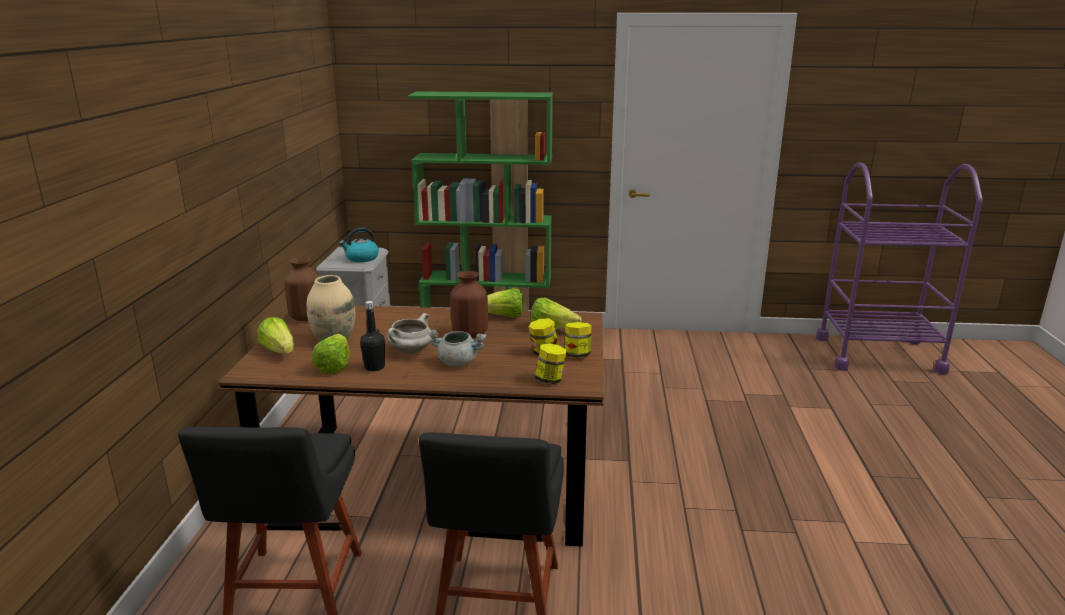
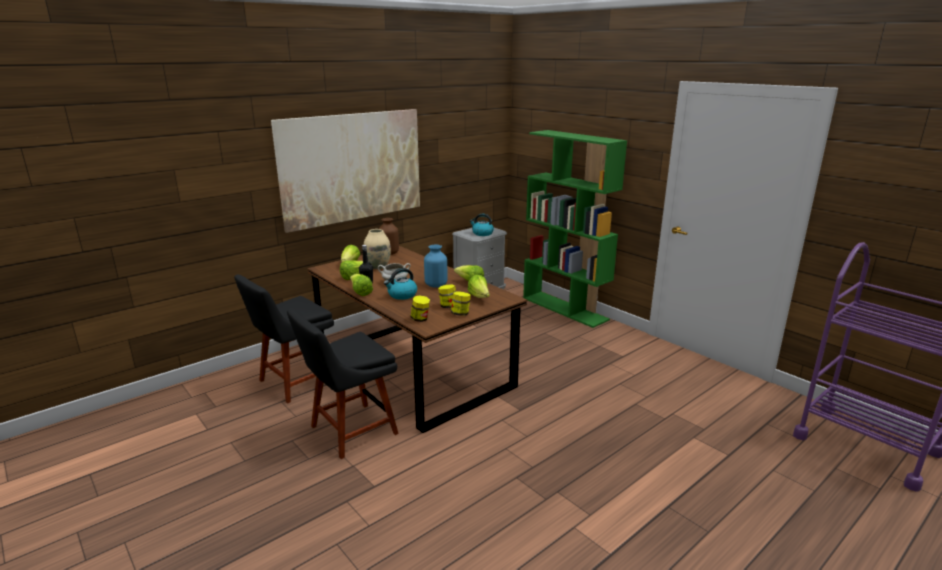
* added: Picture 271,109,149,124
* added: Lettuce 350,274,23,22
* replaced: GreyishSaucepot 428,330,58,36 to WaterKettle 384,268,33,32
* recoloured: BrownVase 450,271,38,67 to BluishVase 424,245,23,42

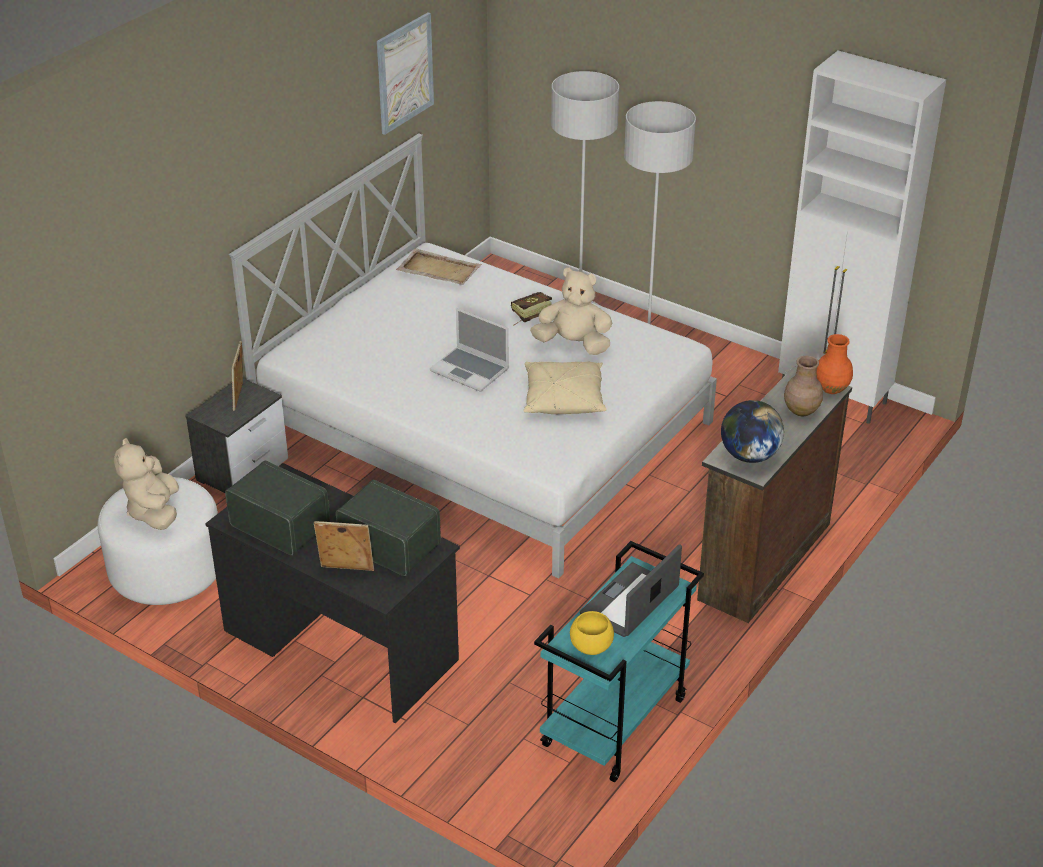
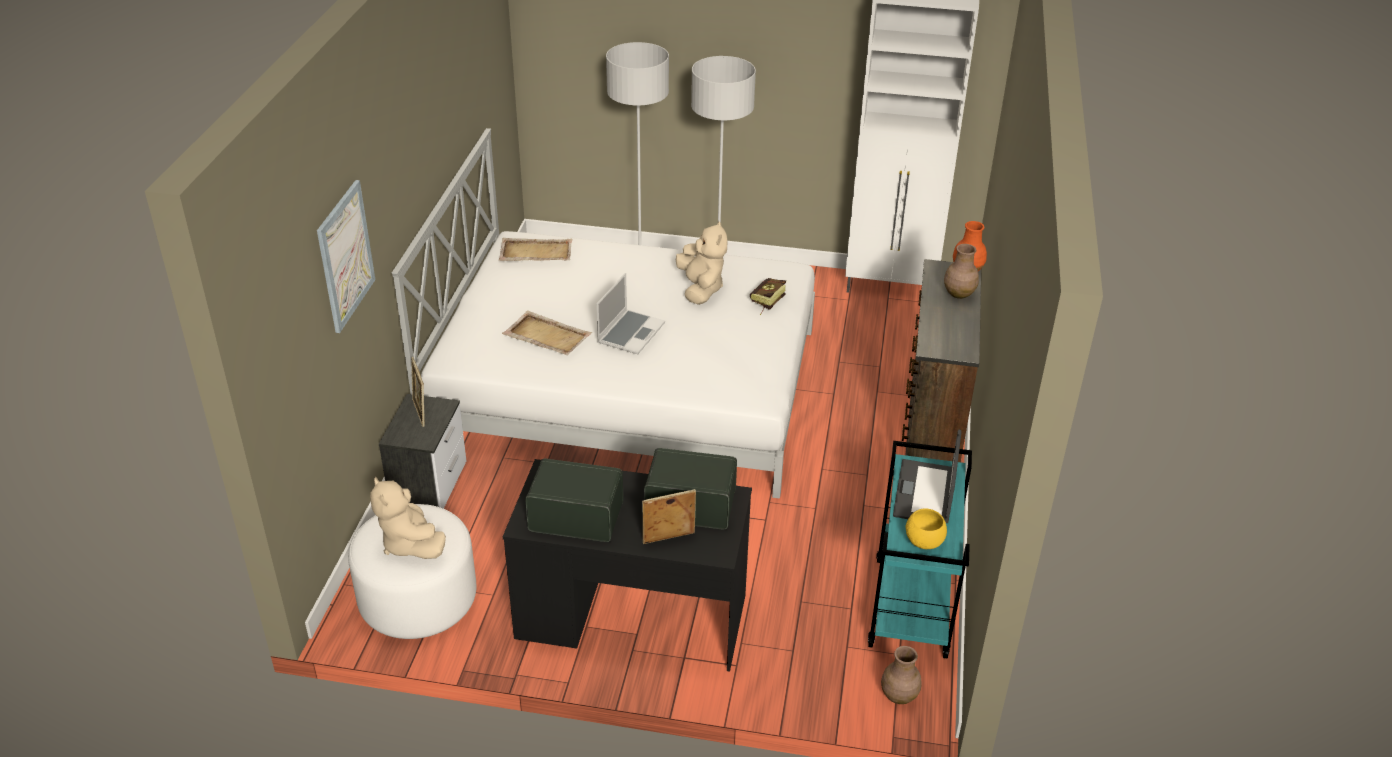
* removed: BeigeThrowPillow 523,362,84,52
* removed: Globe 721,400,63,63
* added: BeigeCarryingTray 502,311,90,44
* added: BrownVase 881,646,41,58
* moved: Picture 377,12,57,123 to 317,180,58,153
* moved: Book 511,292,41,34 to 750,278,36,37
* turned: Laptop 430,308,79,84 = 596,273,69,81 75 degrees counterclockwise
* turned: BeigePlushToy 530,268,83,87 = 676,221,51,84 90 degrees clockwise

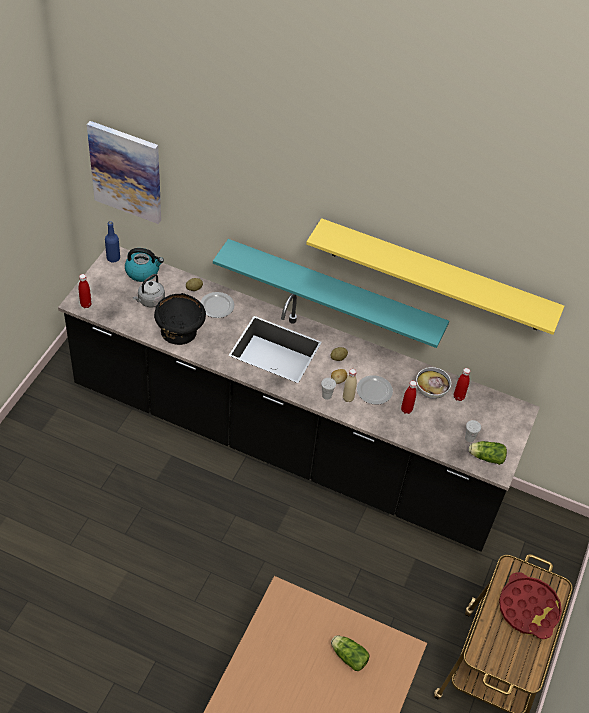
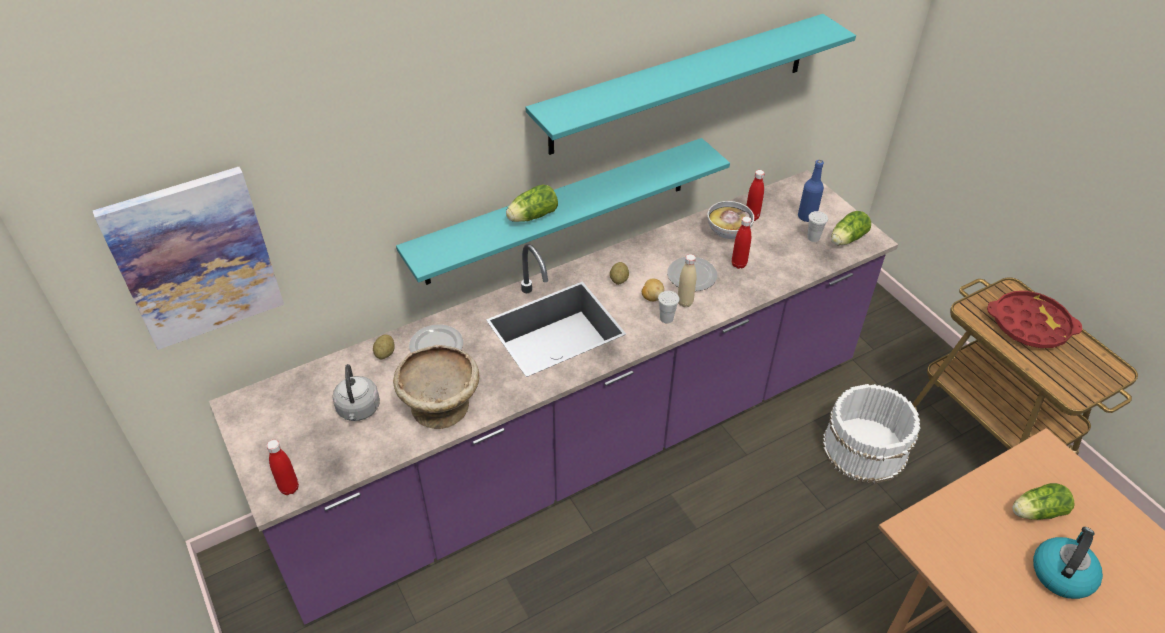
* added: Lettuce 506,185,52,37
* added: WhiteColouredBucket 822,384,98,100
* moved: BluishBeverageBottle 105,221,15,41 to 798,160,26,62
* moved: WaterKettle 125,248,39,34 to 1033,527,70,72
* recoloured: BlackColouredCounter 58,246,482,306 to PurplishCounter 209,170,689,455
* recoloured: BlackColouredBowl 154,293,52,52 to BeigeBowl 393,345,87,84
* recoloured: YellowWallShelf 306,218,258,117 to TurquoiseWallShelf 526,14,330,141

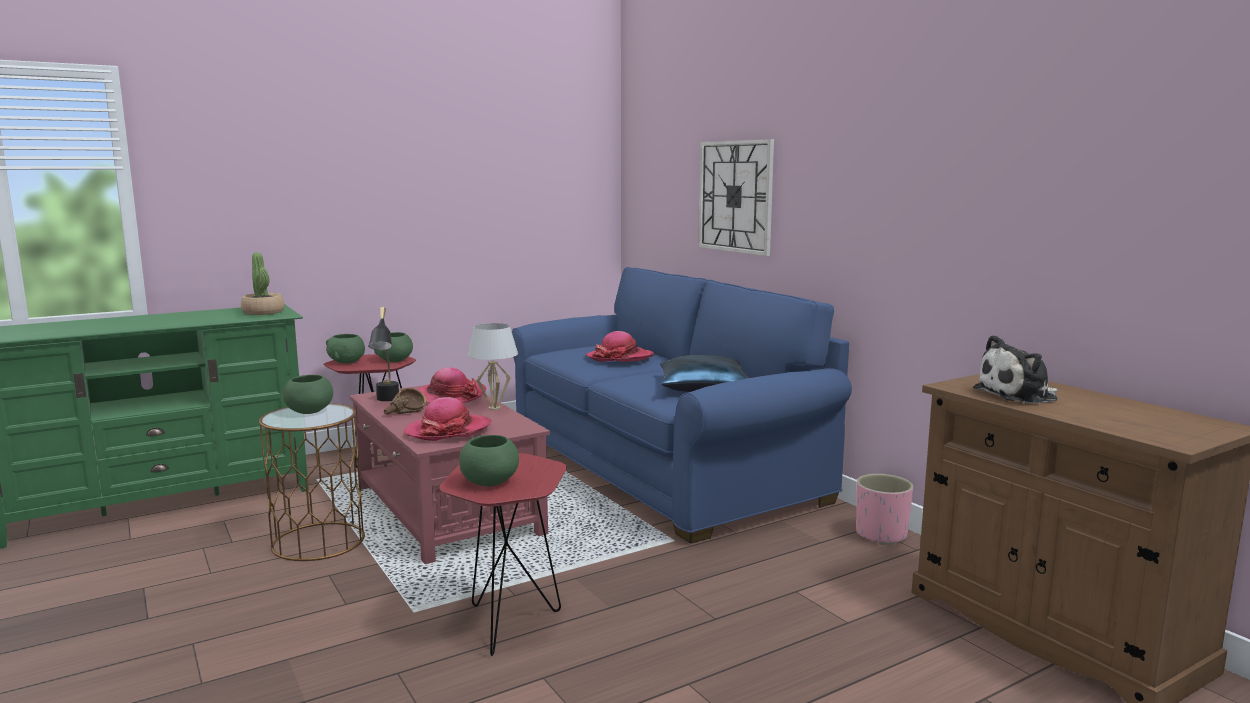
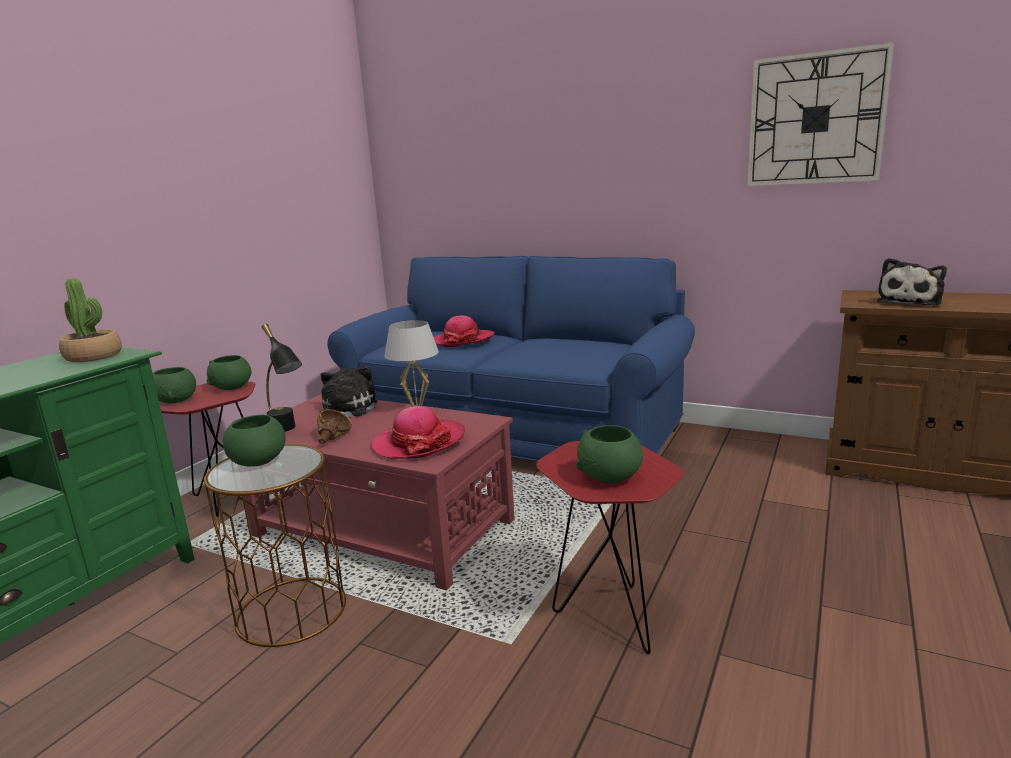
* removed: BluishThrowPillow 660,355,88,37
* removed: PinkColouredPlanter 856,474,57,71
* moved: WallClock 698,139,76,117 to 747,42,147,144
* replaced: Hat 416,367,70,37 to PlushToy 319,366,58,51

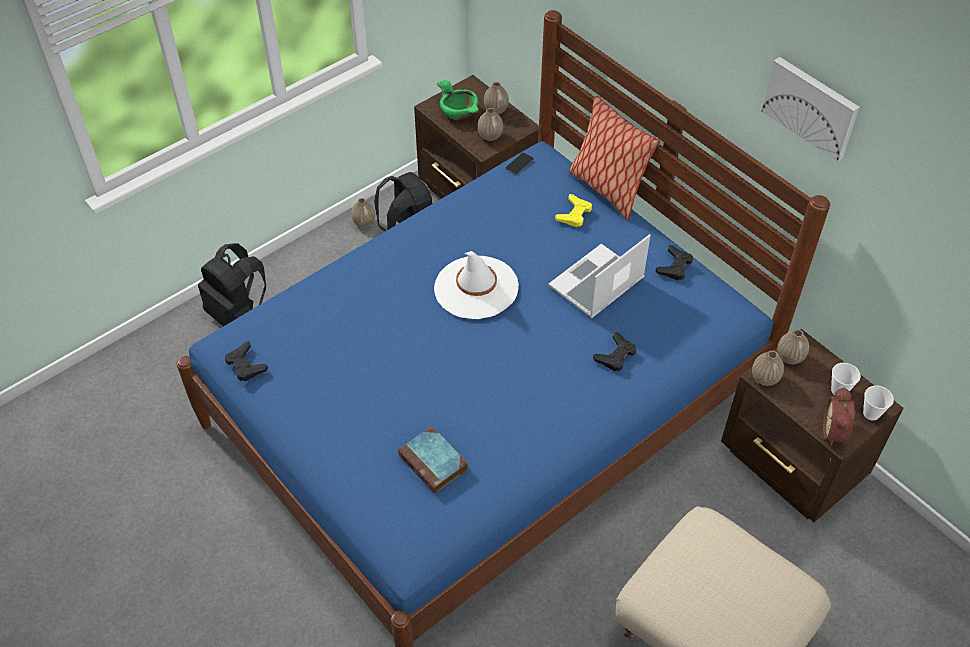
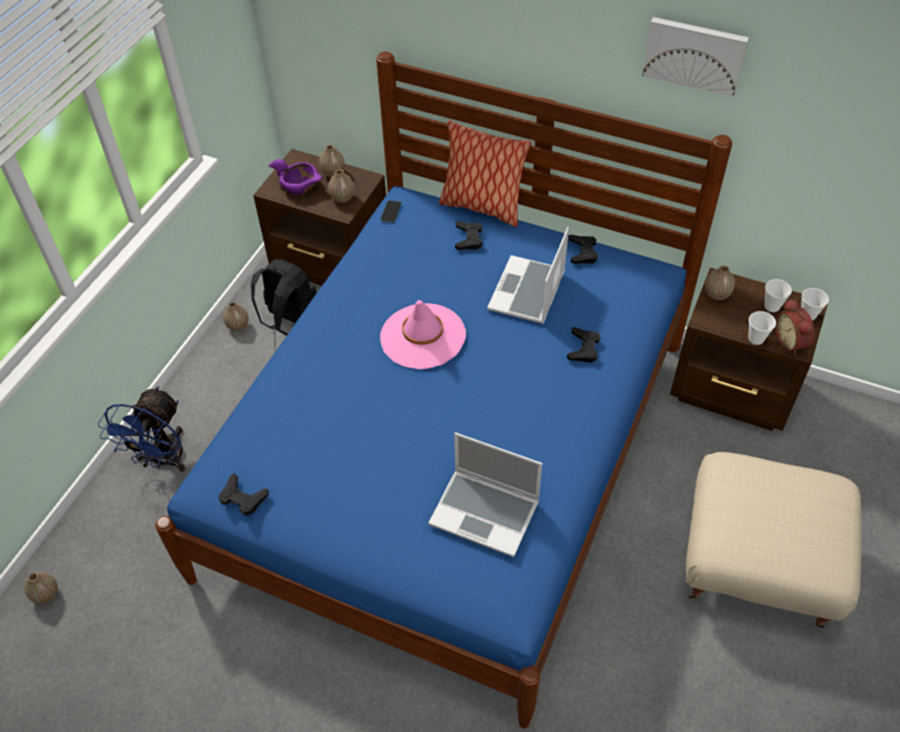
* added: SmallCup 749,311,27,34
* moved: Vase 752,350,32,36 to 24,572,34,32
* replaced: BlackColouredBackpack 198,243,68,83 to BluishCoolingFan 98,386,88,86
* replaced: Book 398,426,70,68 to Laptop 428,432,114,125
* recoloured: WhiteColouredHat 434,251,85,68 to PinkColouredHat 380,300,86,69
* recoloured: GreenBowl 437,80,42,41 to PurplishBowl 268,159,55,36
* recoloured: YellowGameController 555,194,37,33 to BlackColouredGameController 455,221,27,29

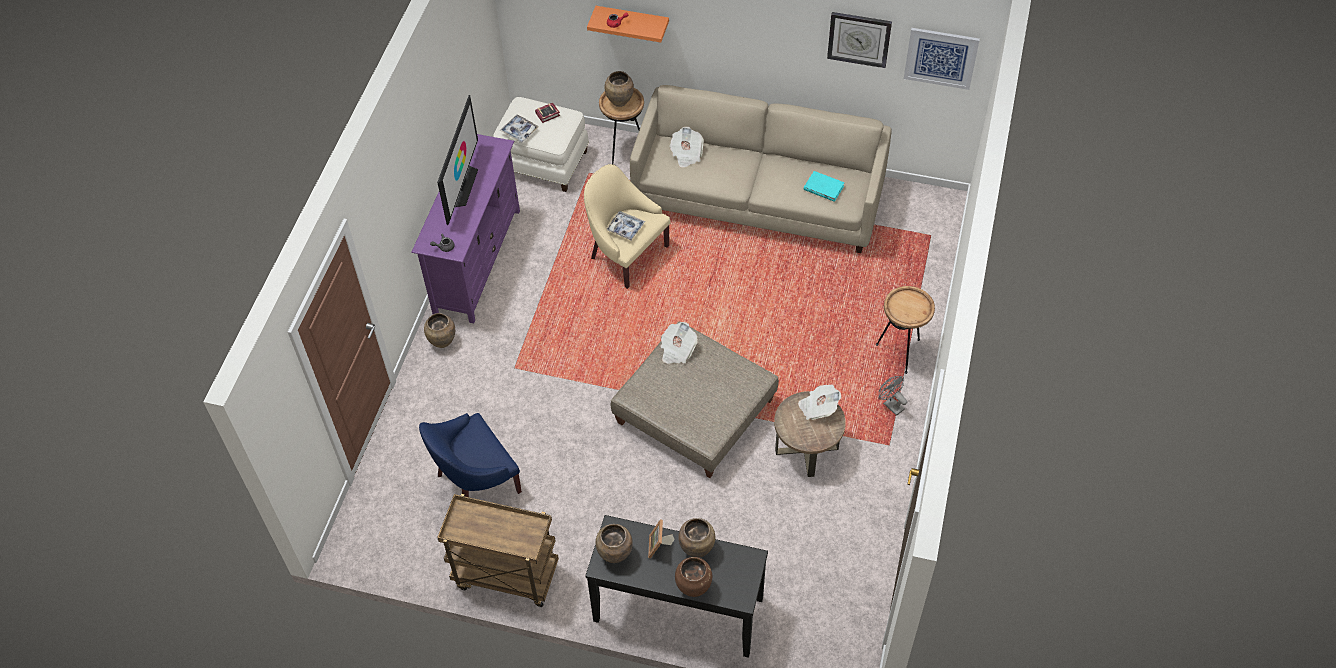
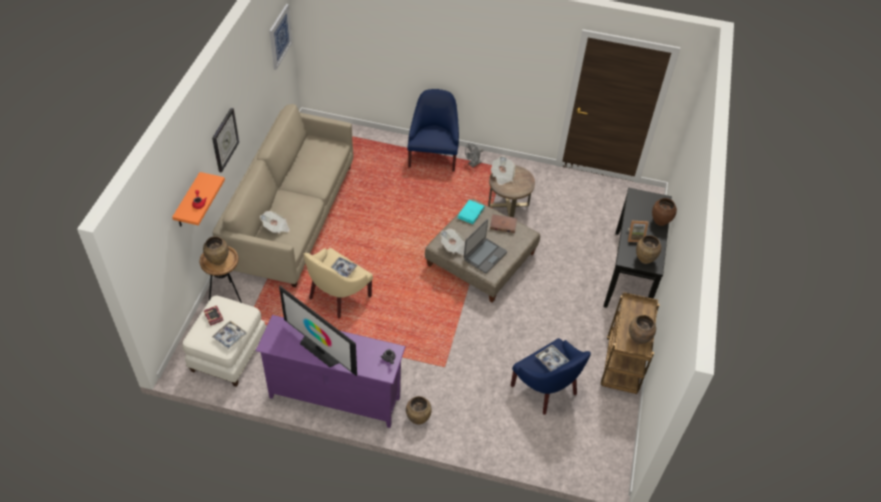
* added: Laptop 464,220,43,53
* added: BrownBook 490,214,27,19
* added: CarryingTray 535,345,34,26
* moved: BrownVase 678,518,37,40 to 629,315,27,29
* moved: TurquoiseBook 804,171,41,31 to 457,200,28,24
* moved: WallClock 827,12,65,56 to 212,108,27,65
* replaced: BrownSideTable 876,286,59,88 to BluishEasyChair 408,89,51,83
* turned: Television 437,95,41,130 = 279,286,78,90 150 degrees counterclockwise

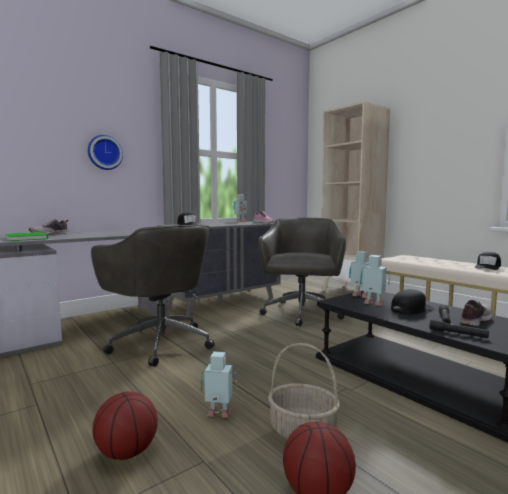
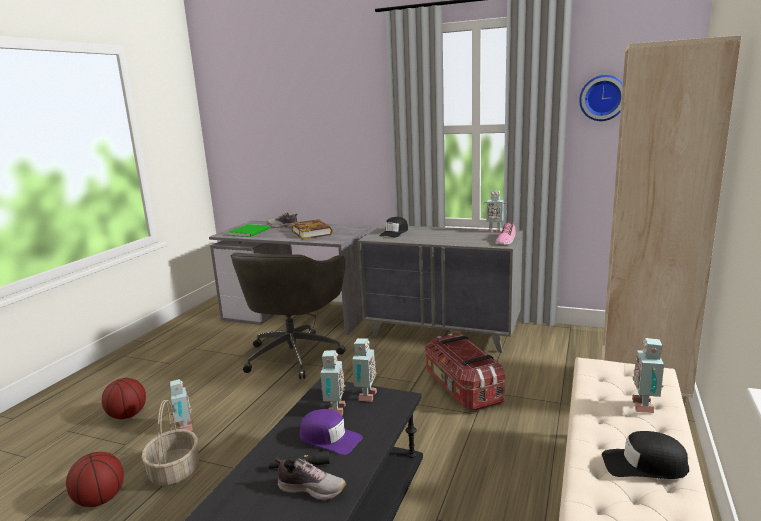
* removed: BlackColouredFlashlight 430,319,59,19
* added: Book 291,220,42,19
* added: RobotFigure 632,338,32,75
* moved: WallClock 88,135,35,35 to 579,75,44,46
* replaced: GreyishOfficeChair 259,218,87,108 to StorageContainer 425,333,80,78
* recoloured: BlackColouredPeakedCap 391,289,45,26 to PurplishPeakedCap 300,409,63,46

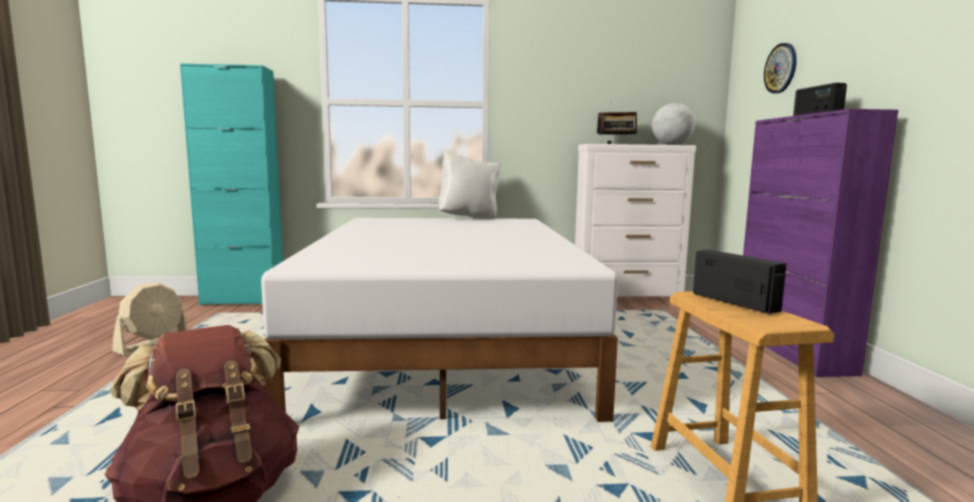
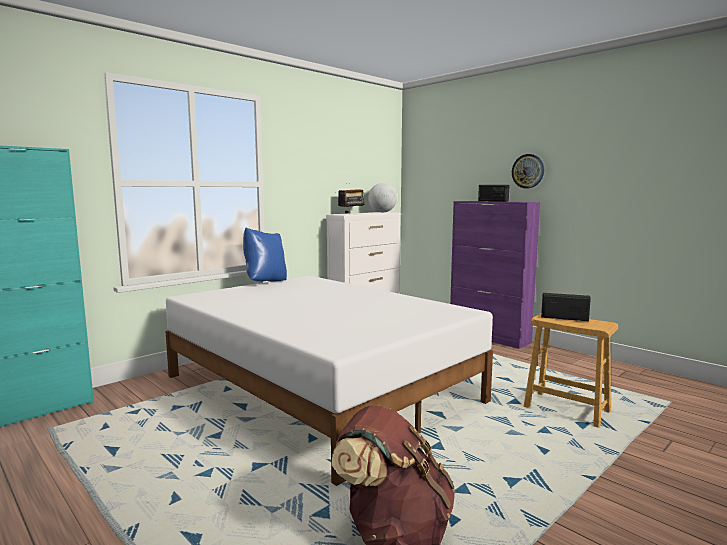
* removed: BeigeCoolingFan 112,282,76,74
* moved: WallClock 764,43,33,51 to 512,154,32,34
* recoloured: WhiteColouredThrowPillow 439,151,61,68 to BluishThrowPillow 243,227,44,55

